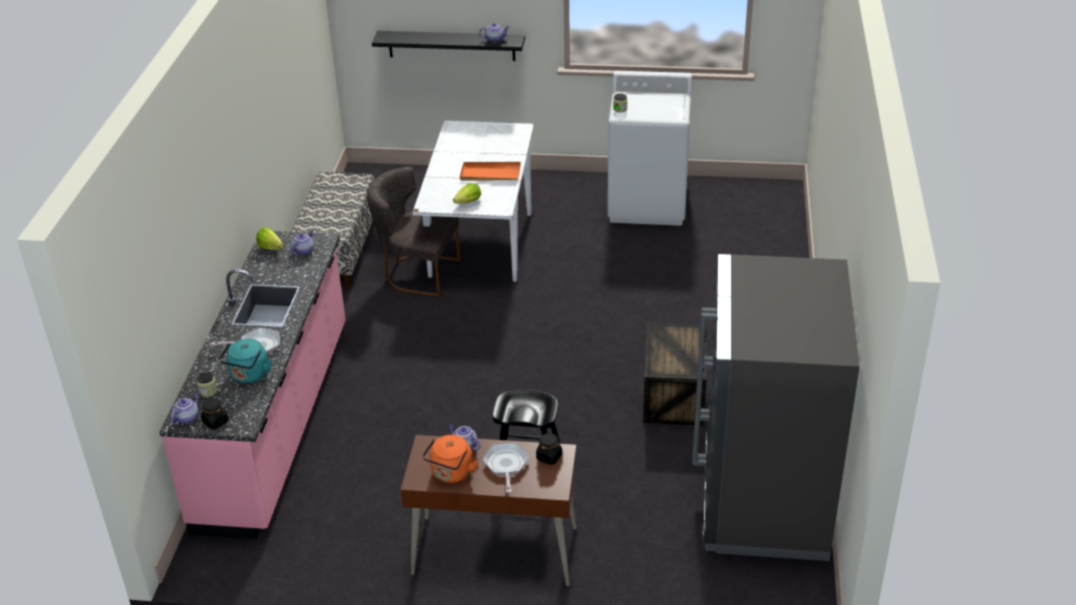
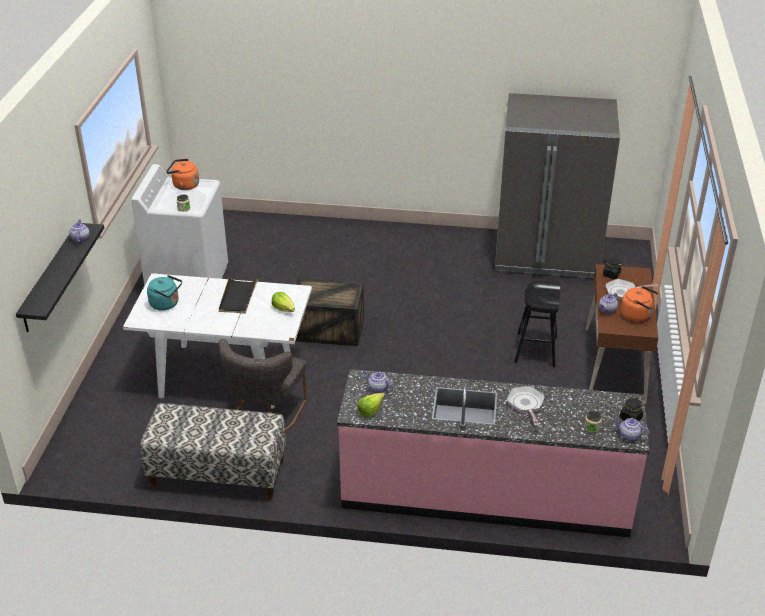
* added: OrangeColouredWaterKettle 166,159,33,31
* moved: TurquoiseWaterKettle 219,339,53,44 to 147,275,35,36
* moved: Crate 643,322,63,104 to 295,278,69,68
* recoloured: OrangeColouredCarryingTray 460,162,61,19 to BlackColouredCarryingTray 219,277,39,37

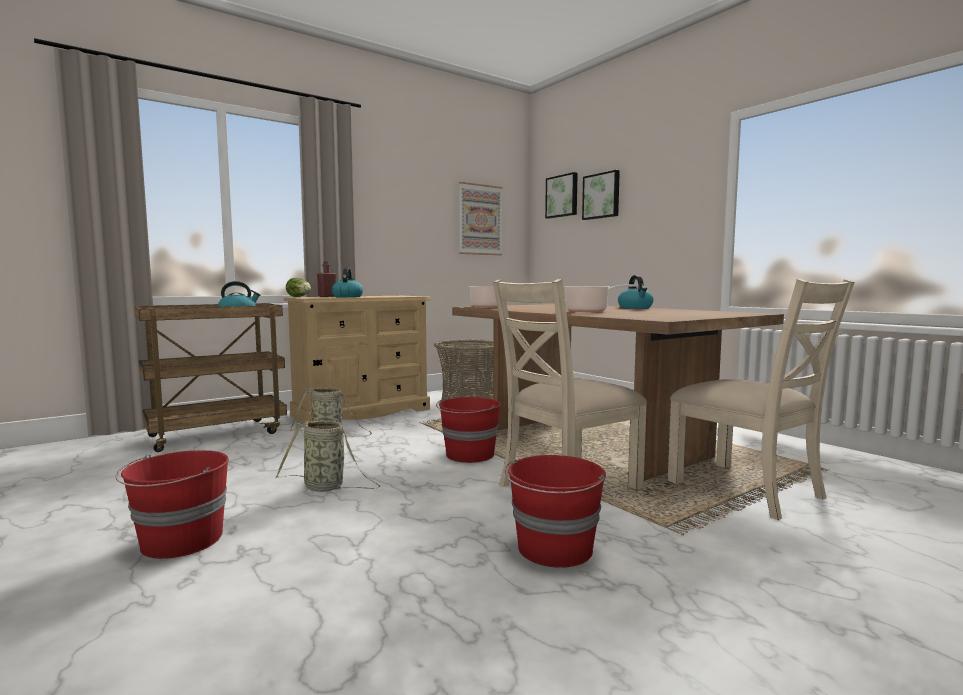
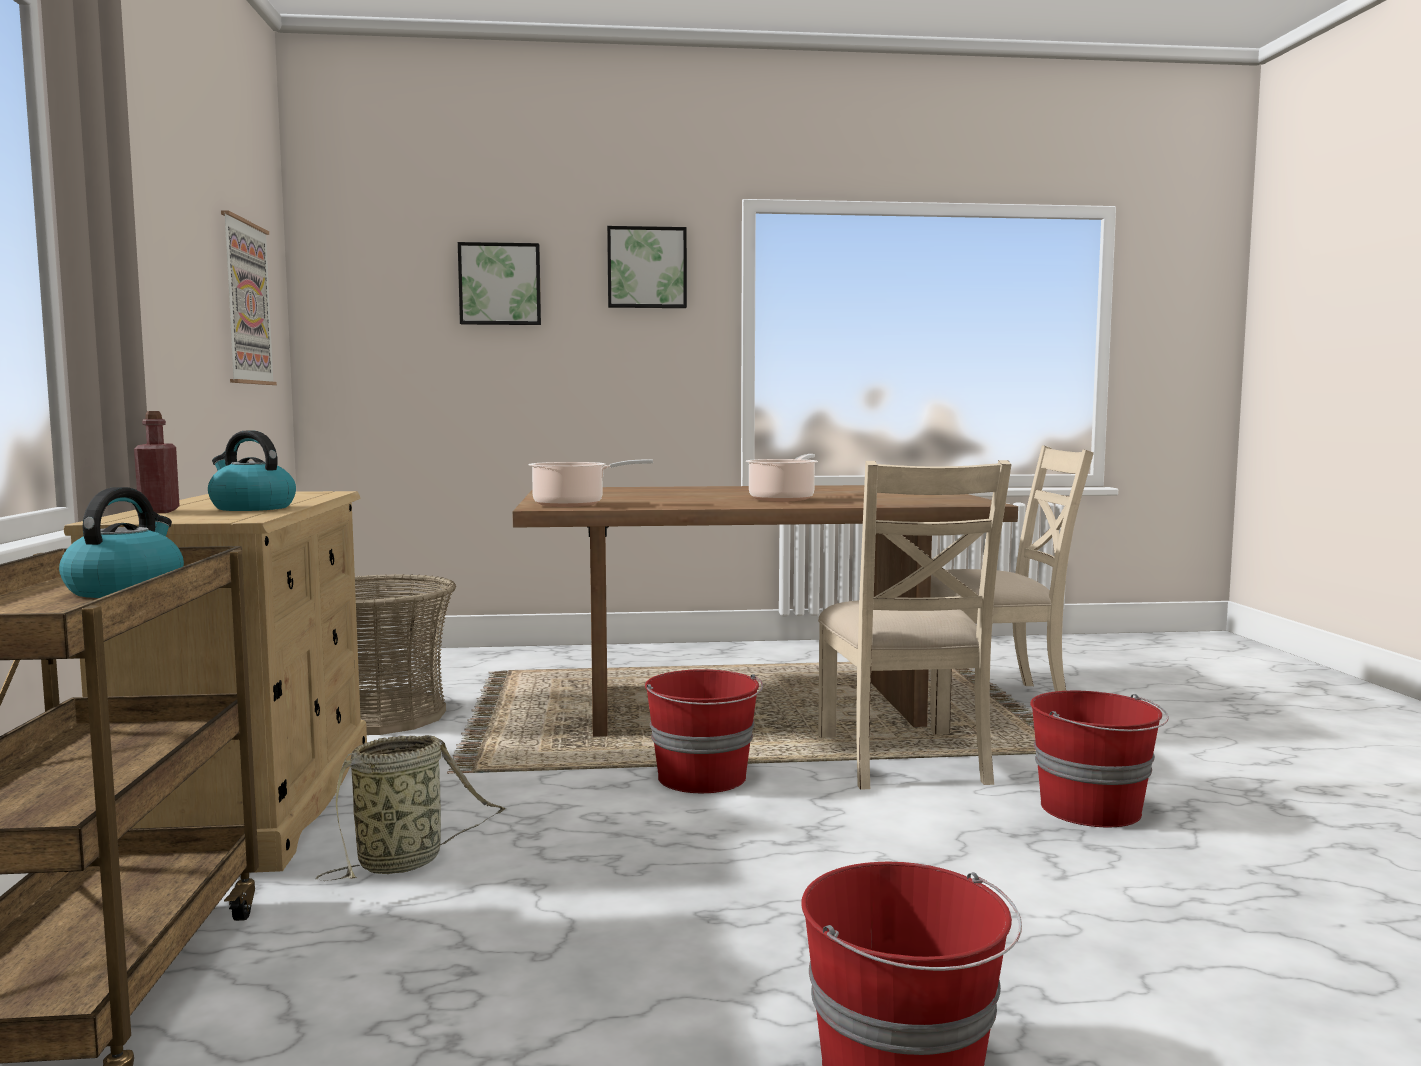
* removed: Basket 275,421,105,71
* removed: Lettuce 286,278,25,19
* removed: WaterKettle 618,275,35,34
* moved: Picture 545,172,33,47 to 607,226,80,82

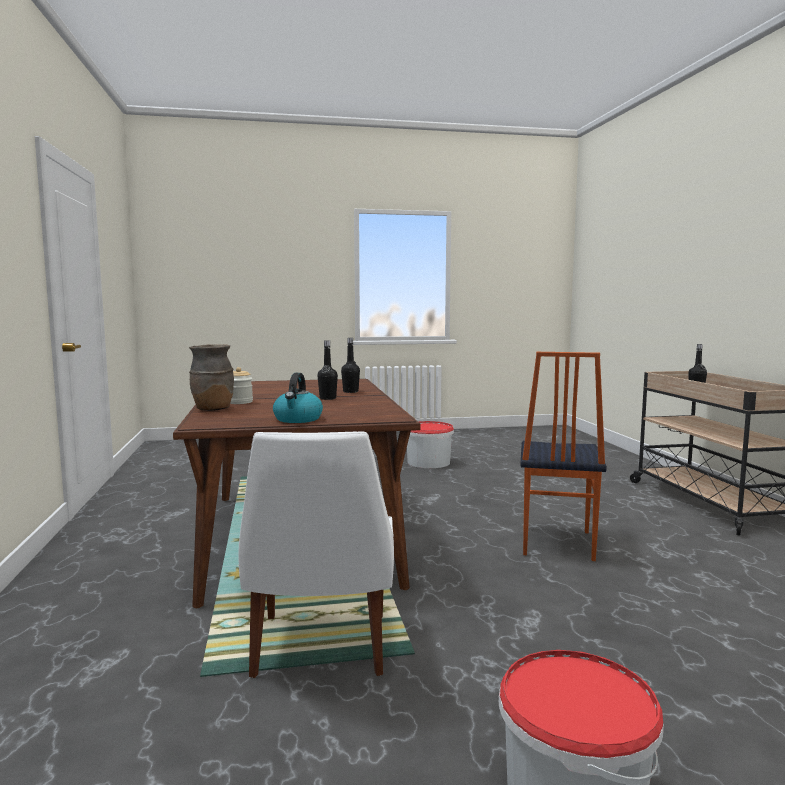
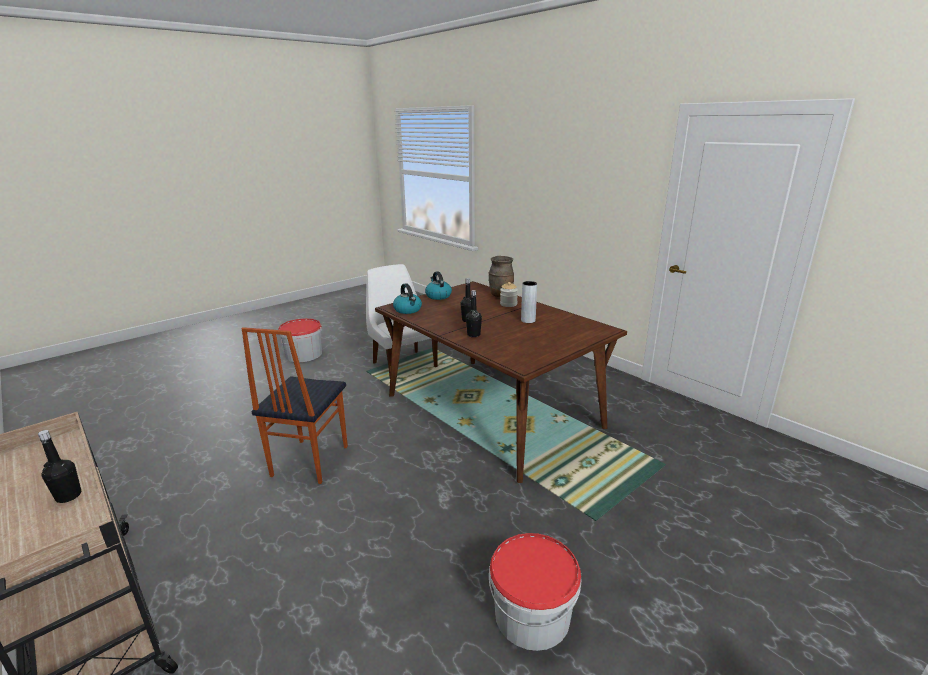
* added: WaterKettle 393,283,29,31
* added: GreyishVase 521,281,16,42
* turned: UprightChair 520,352,87,209 = 241,327,107,157 150 degrees counterclockwise

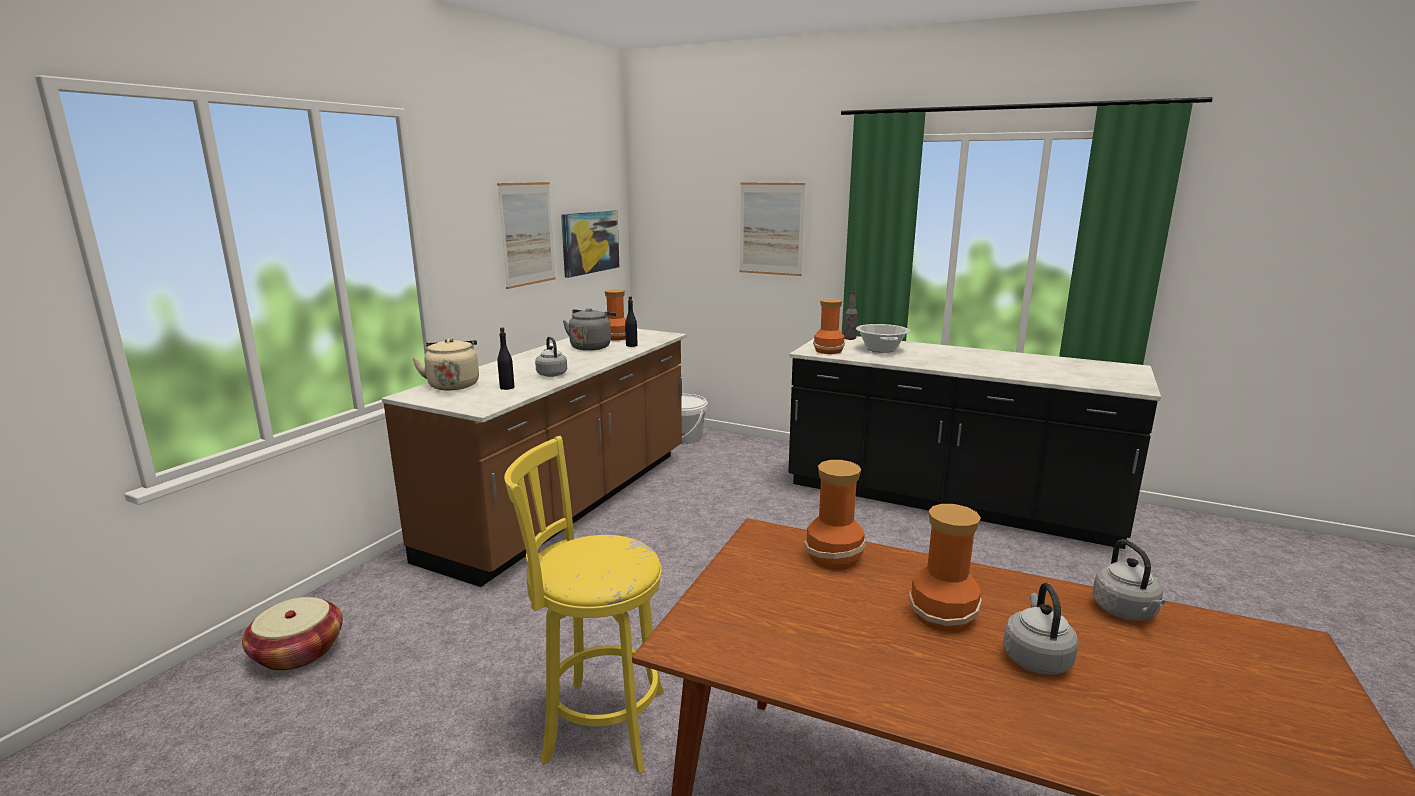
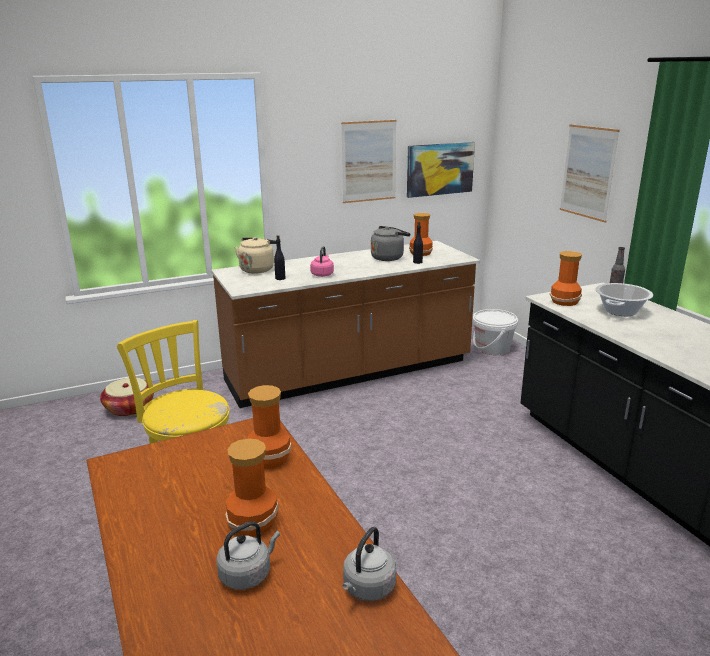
* recoloured: GreyishWaterKettle 535,337,32,40 to PinkColouredWaterKettle 310,246,24,31

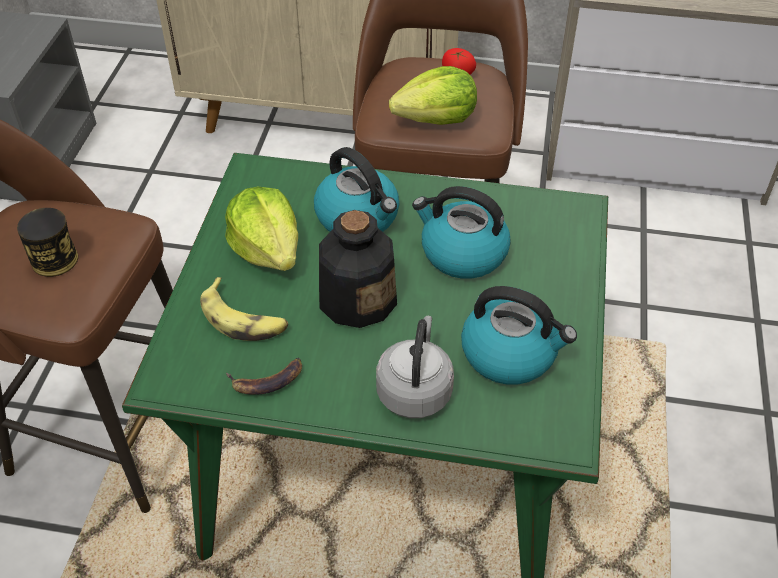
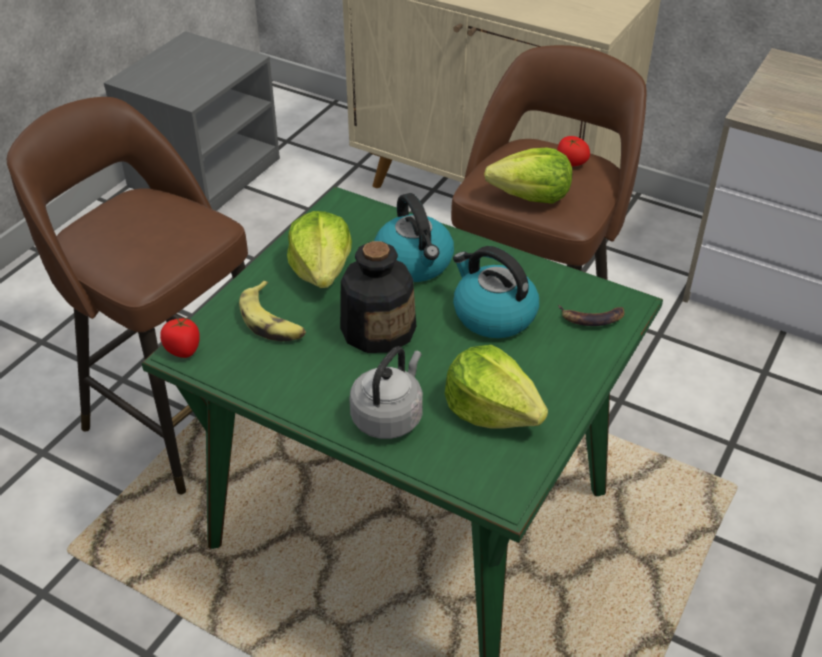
* removed: Can 17,208,61,69
* added: Tomato 160,316,40,42
* moved: Banana 226,358,76,37 to 558,305,67,21
* replaced: WaterKettle 461,286,116,99 to Lettuce 445,345,103,84

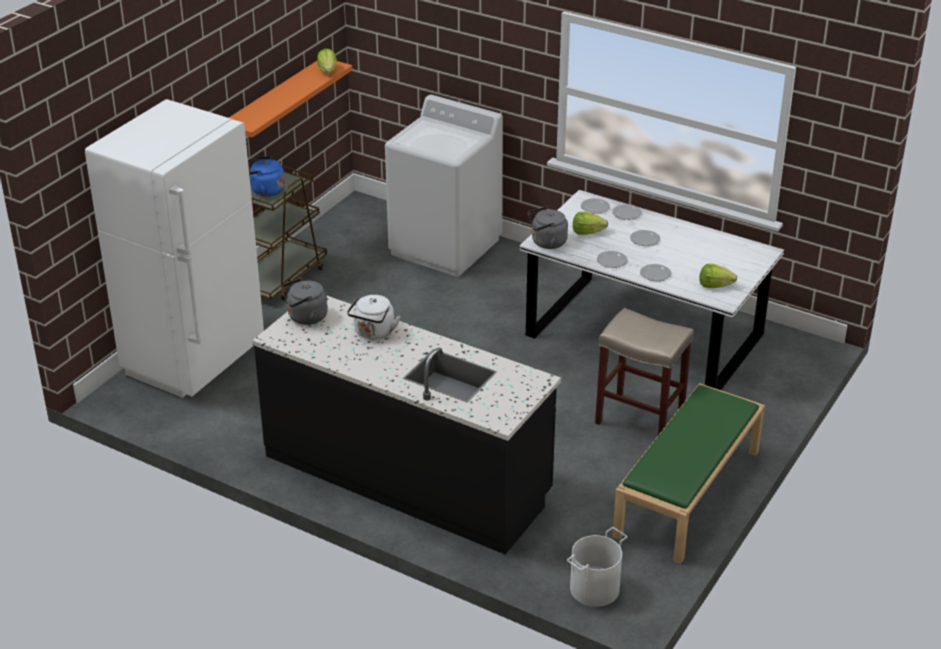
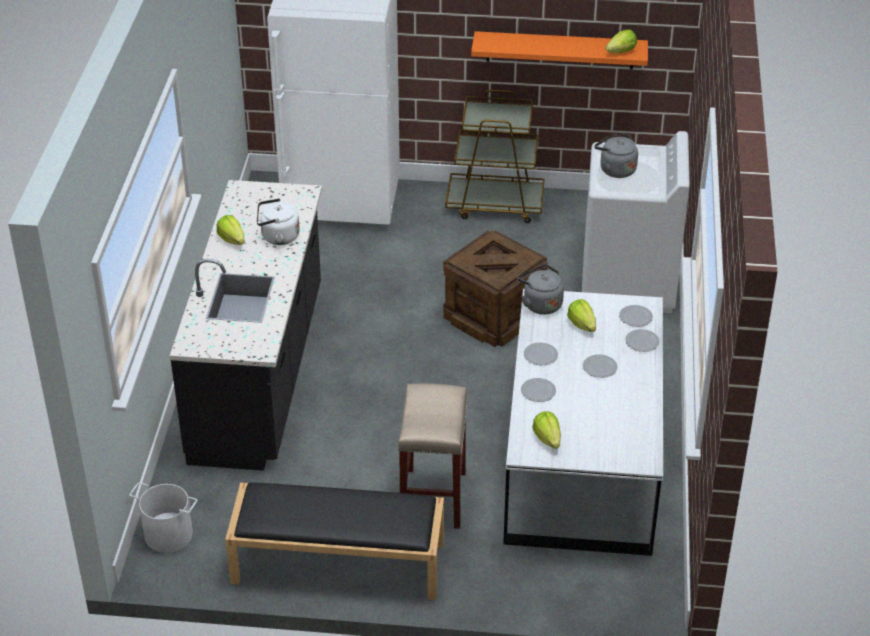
* removed: BluishWaterKettle 248,156,37,41
* added: Lettuce 217,215,27,30
* added: Crate 443,230,105,117
* moved: GreyishWaterKettle 280,278,48,47 to 594,132,44,46
* recoloured: GreenBench 612,383,153,181 to BlackColouredBench 225,482,219,118

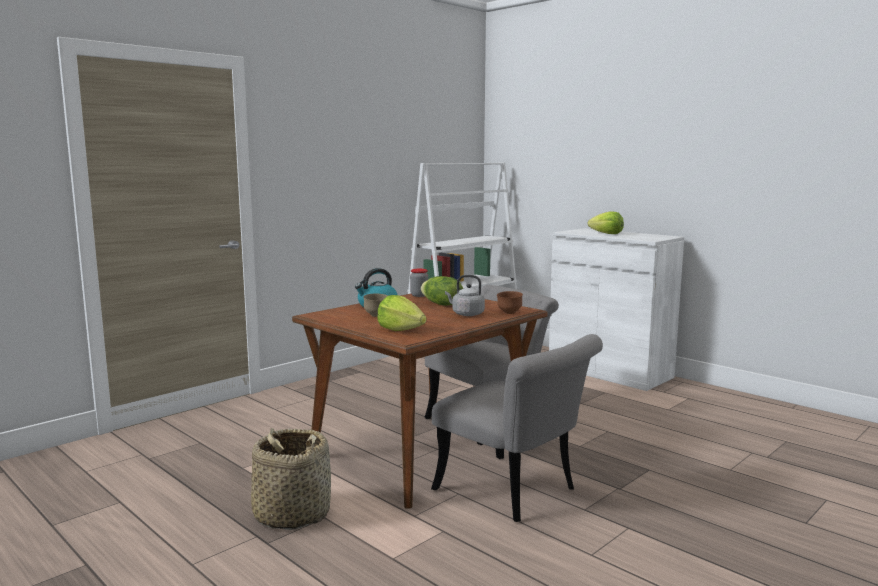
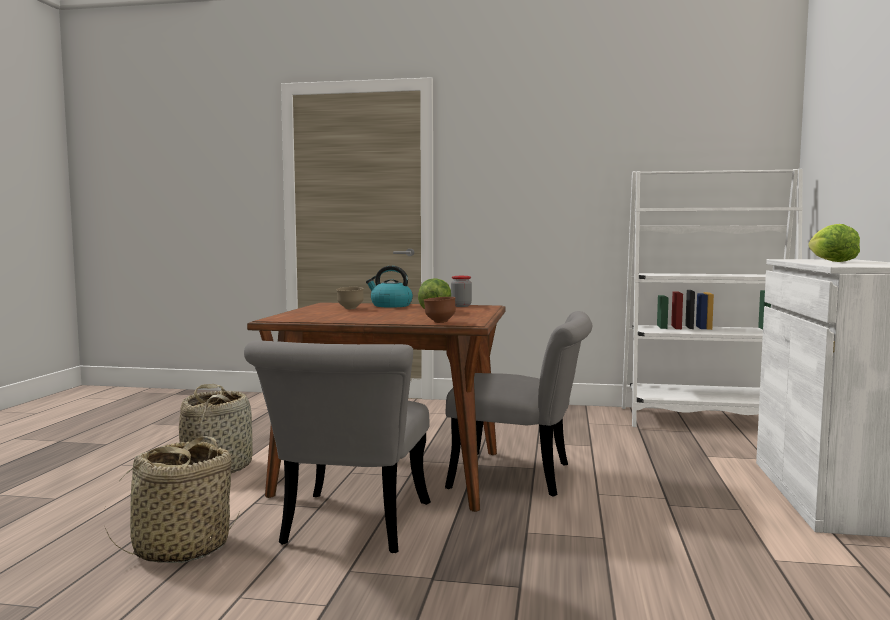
* removed: Lettuce 377,295,49,36
* removed: GreyishWaterKettle 445,275,40,41
* added: Basket 104,436,136,127

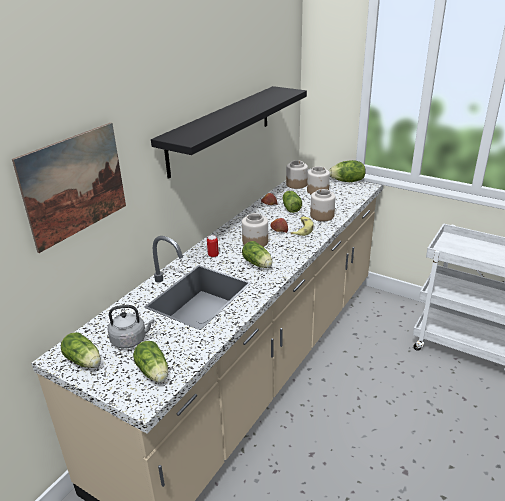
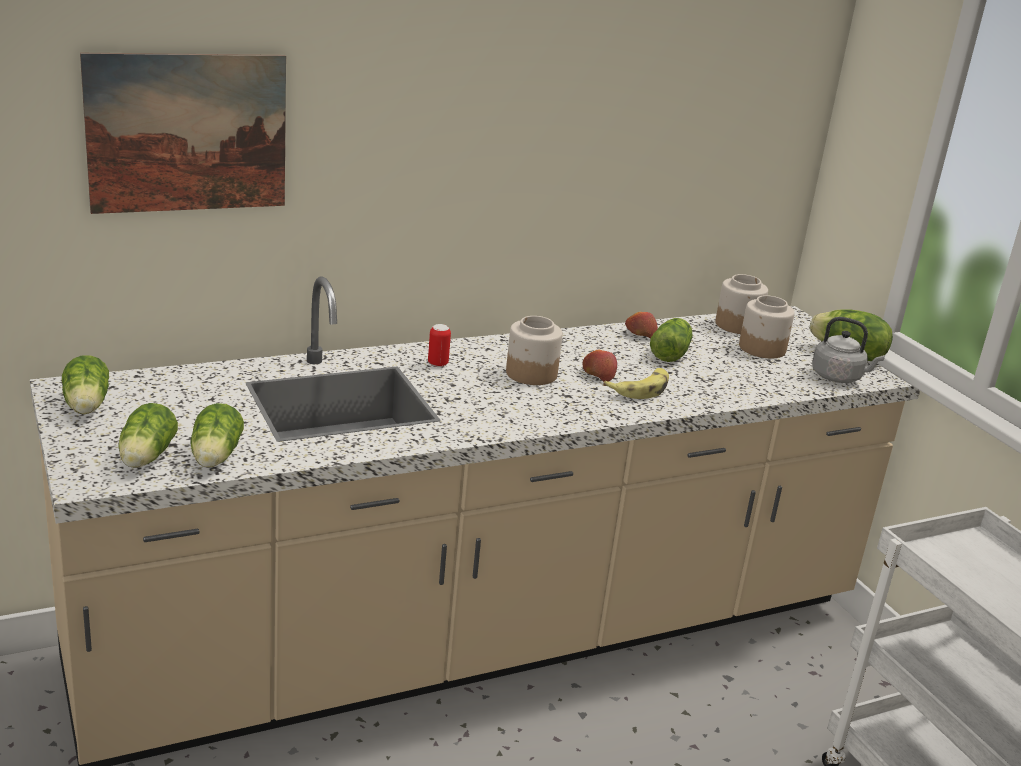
* removed: BlackColouredWallShelf 151,86,156,93
* removed: Jar 310,189,25,32
* moved: GreyishWaterKettle 108,305,46,43 to 812,317,73,66
* moved: Lettuce 242,241,30,27 to 191,403,53,65

